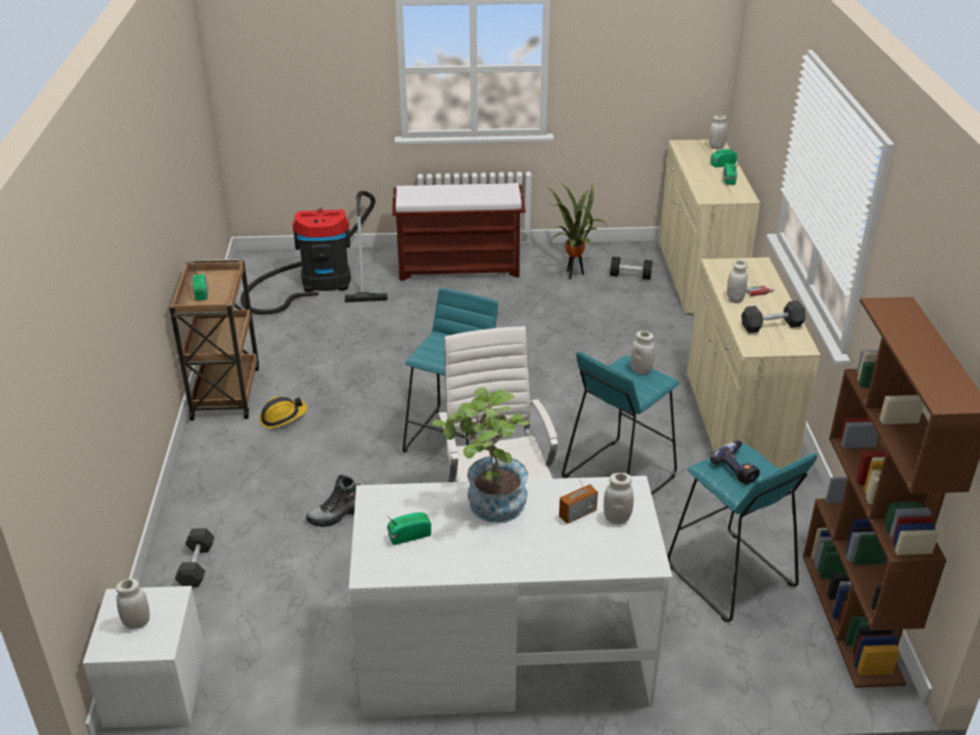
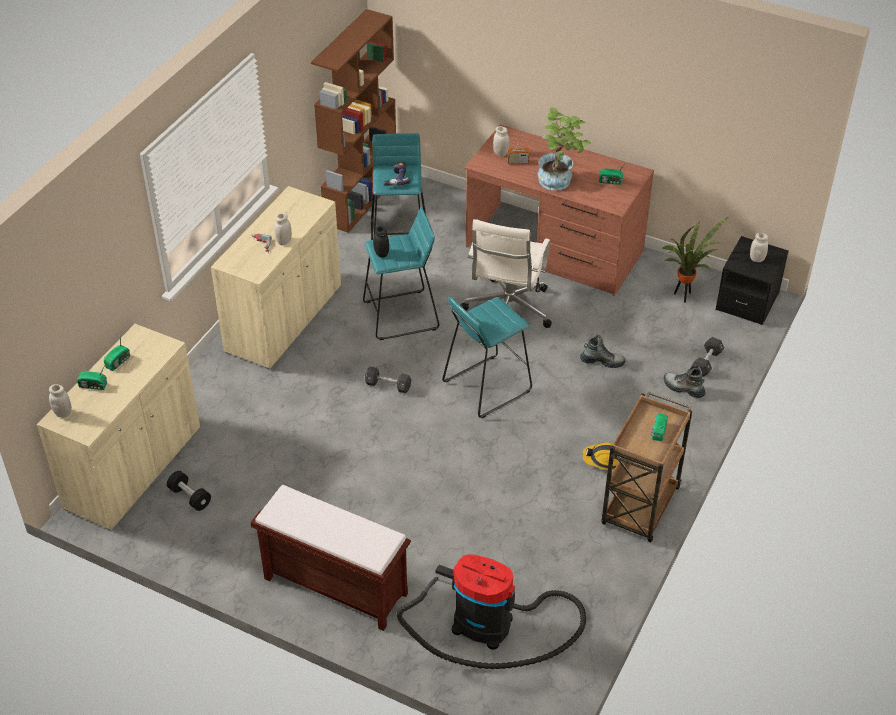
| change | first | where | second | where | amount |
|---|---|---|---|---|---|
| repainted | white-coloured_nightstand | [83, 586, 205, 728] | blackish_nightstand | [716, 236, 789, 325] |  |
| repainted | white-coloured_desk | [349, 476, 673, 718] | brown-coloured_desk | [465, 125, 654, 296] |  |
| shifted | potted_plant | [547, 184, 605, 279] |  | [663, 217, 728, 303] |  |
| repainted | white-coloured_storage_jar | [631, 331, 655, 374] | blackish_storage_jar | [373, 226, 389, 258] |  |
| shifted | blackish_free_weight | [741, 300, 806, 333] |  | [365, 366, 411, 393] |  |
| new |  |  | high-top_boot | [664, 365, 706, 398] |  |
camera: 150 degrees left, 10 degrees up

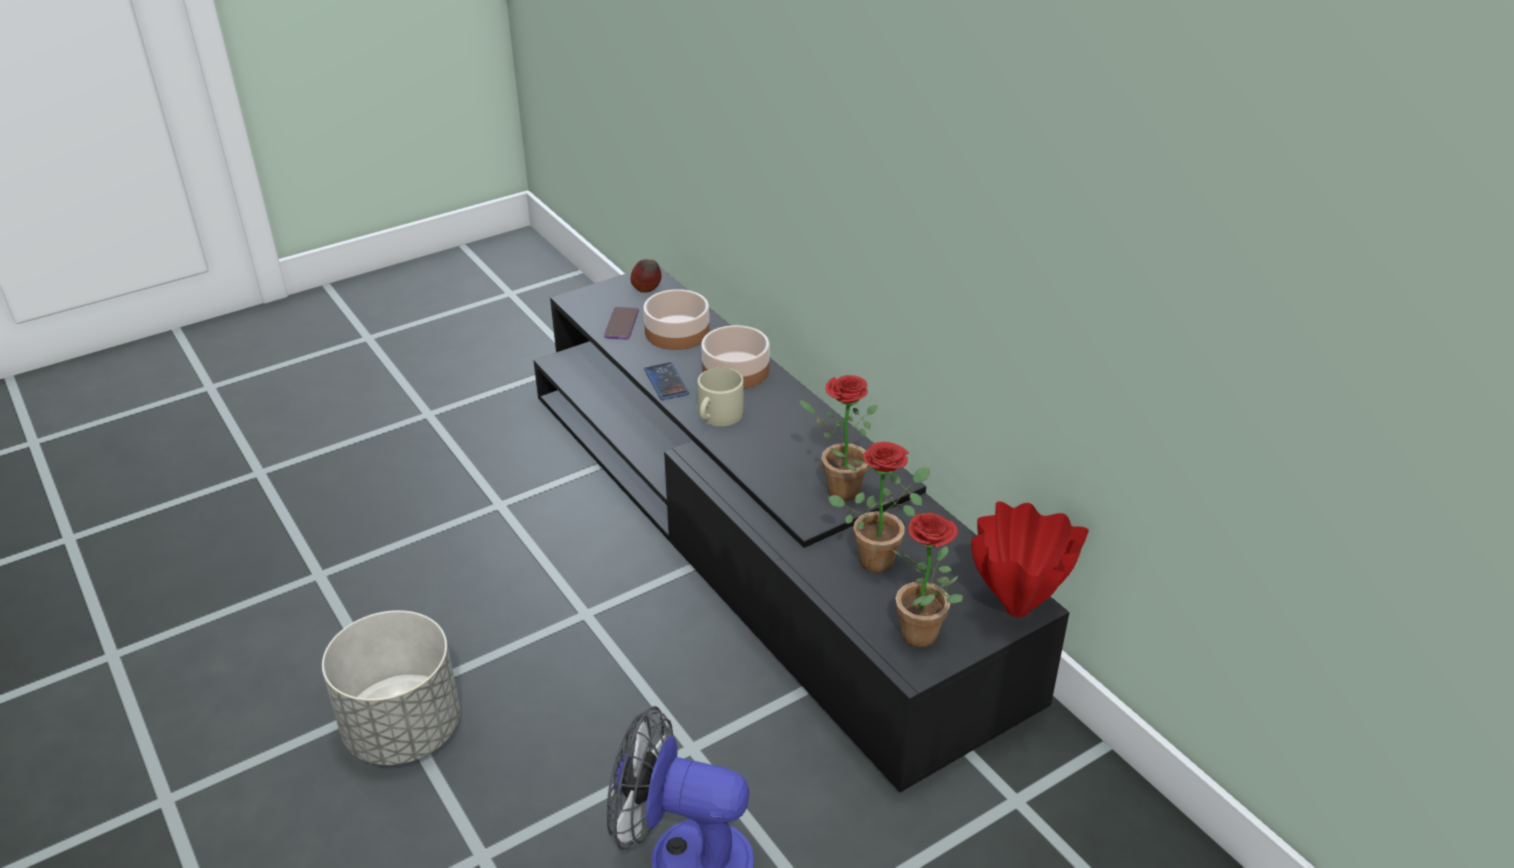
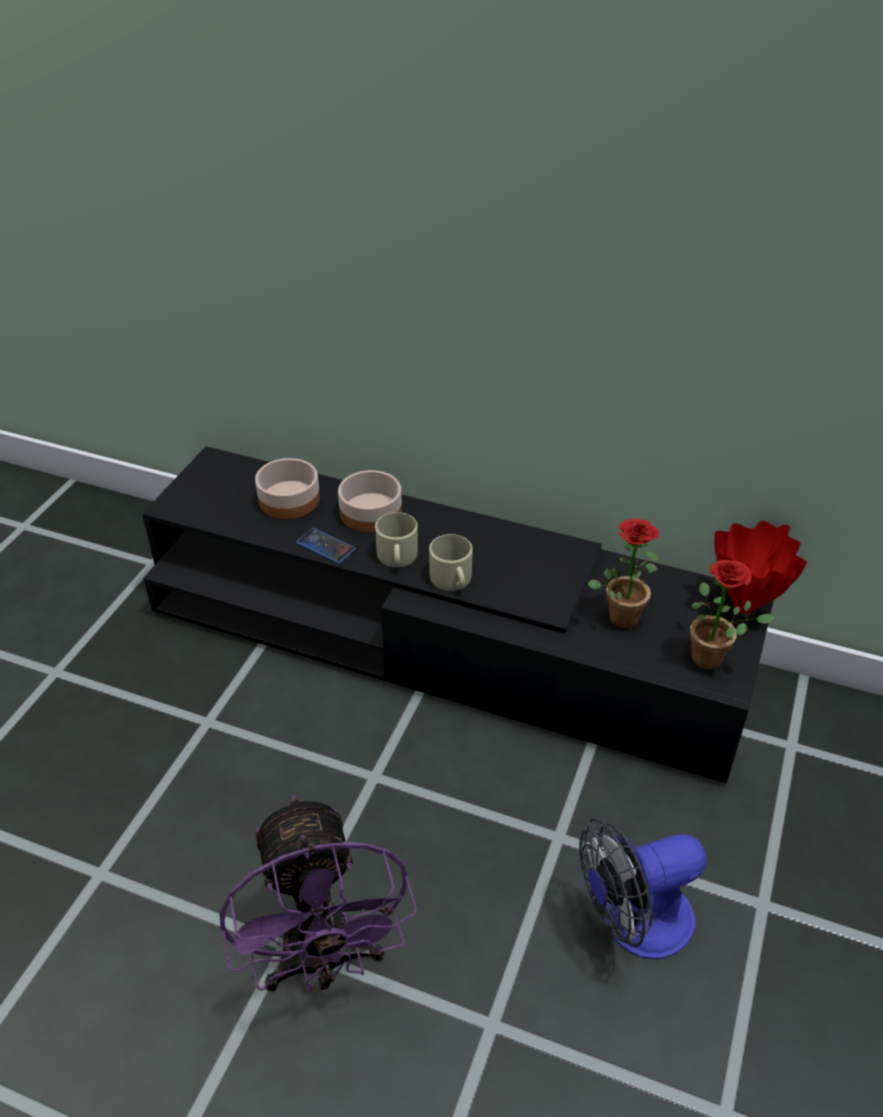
| change | first | where | second | where | amount |
|---|---|---|---|---|---|
| swapped | gray_plant_pot | [322, 610, 460, 765] | purplish_fan | [219, 794, 417, 992] |  |
| gone | telephone | [604, 307, 639, 339] |  |  |  |
| gone | apple | [631, 259, 662, 293] |  |  |  |
| gone | potted_plant | [800, 375, 877, 501] |  |  |  |
| new |  |  | beige-coloured_tea_mug | [429, 534, 473, 591] |  |
camera: 35 degrees left, 5 degrees up

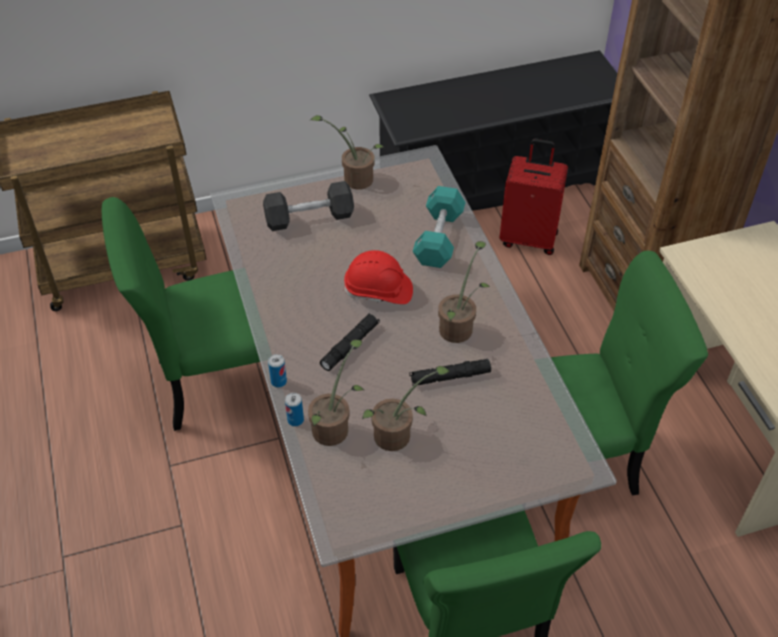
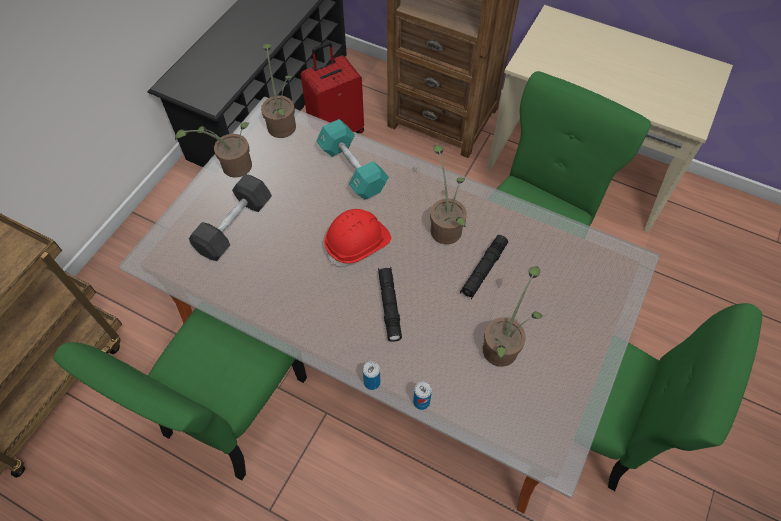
| change | first | where | second | where | amount |
|---|---|---|---|---|---|
| shifted | potted_plant | [308, 340, 364, 446] |  | [261, 43, 296, 138] |  |
camera: 45 degrees left, 10 degrees up

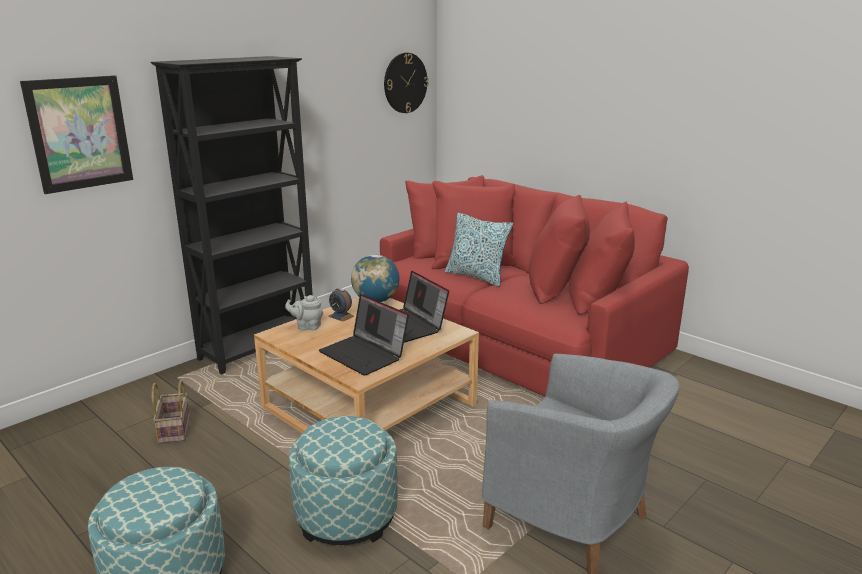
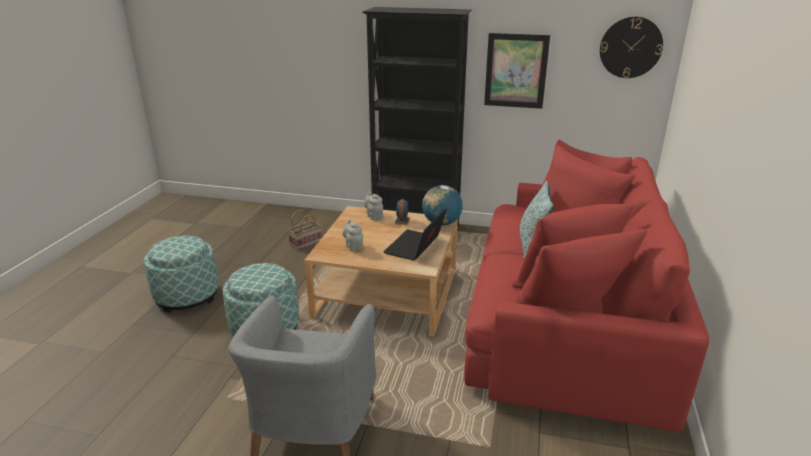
| change | first | where | second | where | amount |
|---|---|---|---|---|---|
| shifted | picture | [20, 75, 133, 194] |  | [484, 33, 550, 109] |  |
| swapped | laptop | [319, 294, 409, 376] | gray_teapot | [343, 219, 363, 251] |  |
camera: 60 degrees right, 5 degrees up

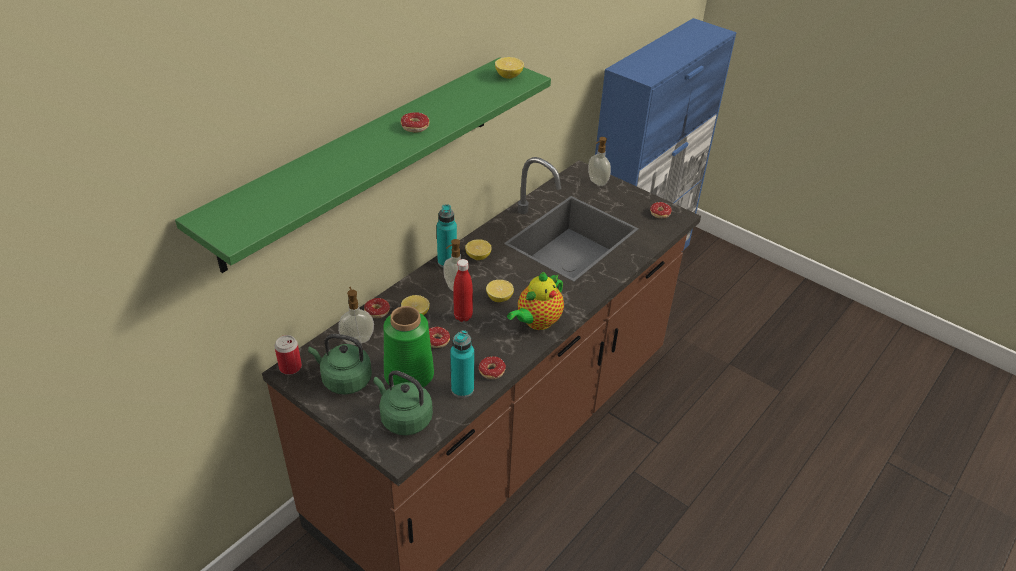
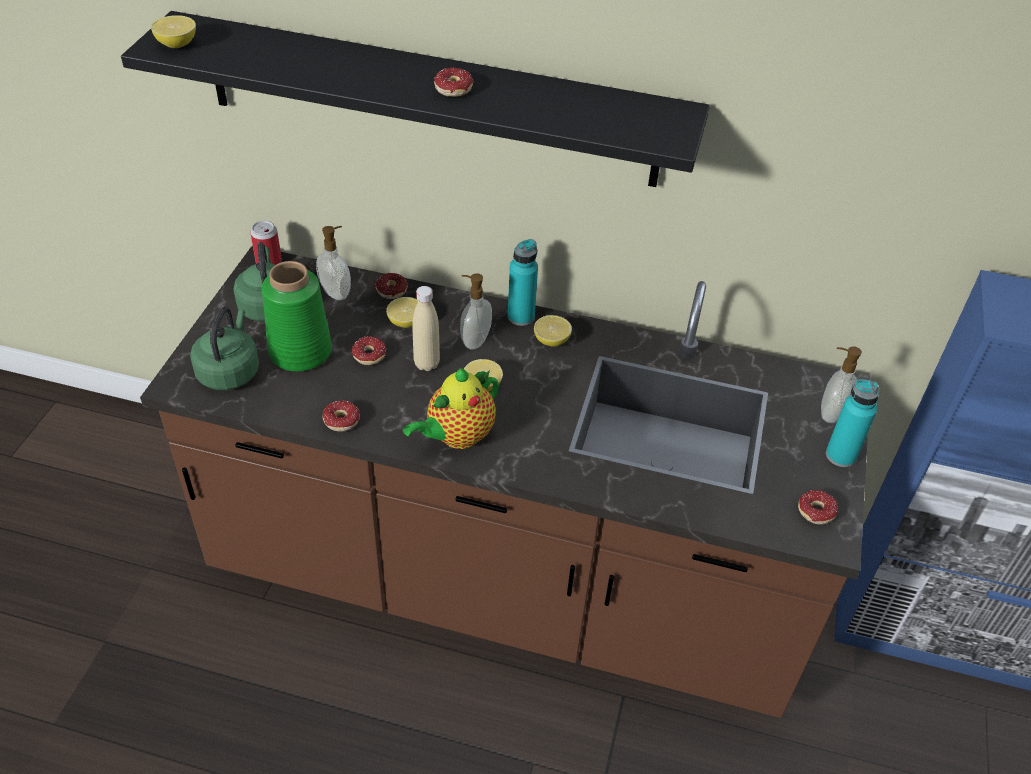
| change | first | where | second | where | amount |
|---|---|---|---|---|---|
| repainted | green-coloured_shelf | [175, 57, 551, 273] | blackish_shelf | [121, 11, 710, 187] |  |
| shifted | blue-green_drink_bottle | [450, 330, 474, 398] |  | [826, 379, 879, 467] |  |
| repainted | reddish_drink_bottle | [454, 259, 473, 322] | beige-coloured_drink_bottle | [412, 286, 440, 371] |  |
| shifted | lemon | [495, 57, 524, 79] |  | [151, 15, 196, 48] |  |
| rotated | teapot | [507, 272, 564, 330] |  | [403, 368, 499, 449] | 60 degrees counterclockwise |
camera: 65 degrees right, 5 degrees up

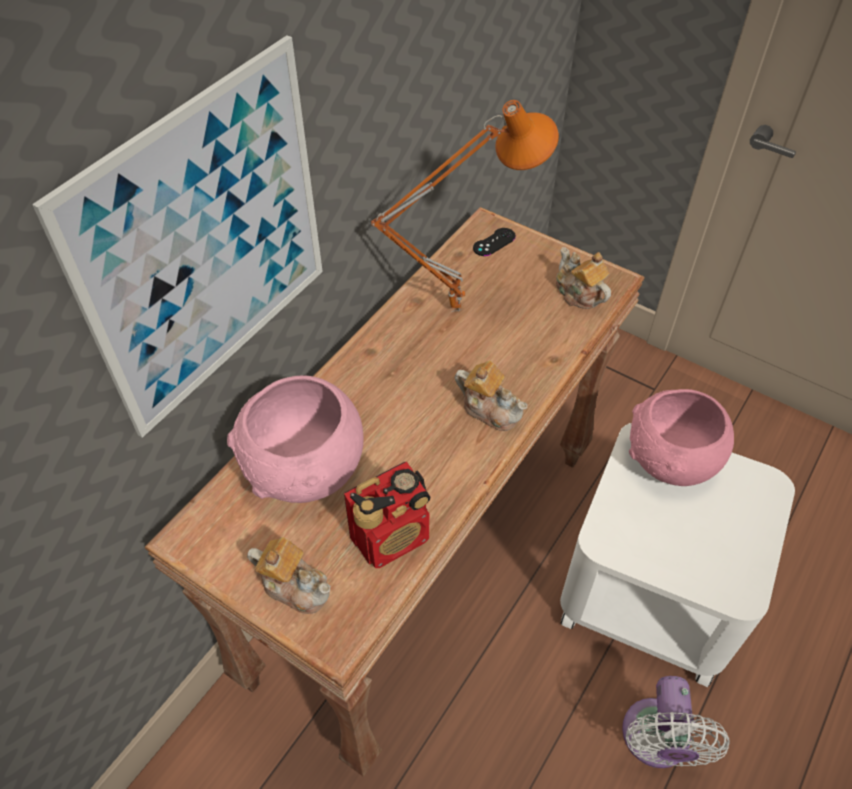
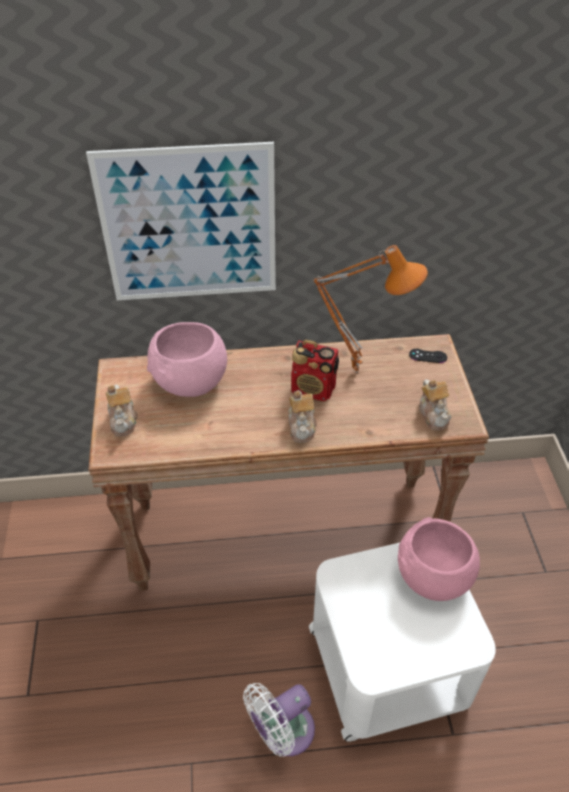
| change | first | where | second | where | amount |
|---|---|---|---|---|---|
| shifted | radio | [344, 462, 430, 568] |  | [291, 340, 339, 401] |  |
| rotated | teapot | [556, 247, 611, 309] |  | [419, 379, 451, 430] | 150 degrees clockwise |
camera: 50 degrees right, 5 degrees down

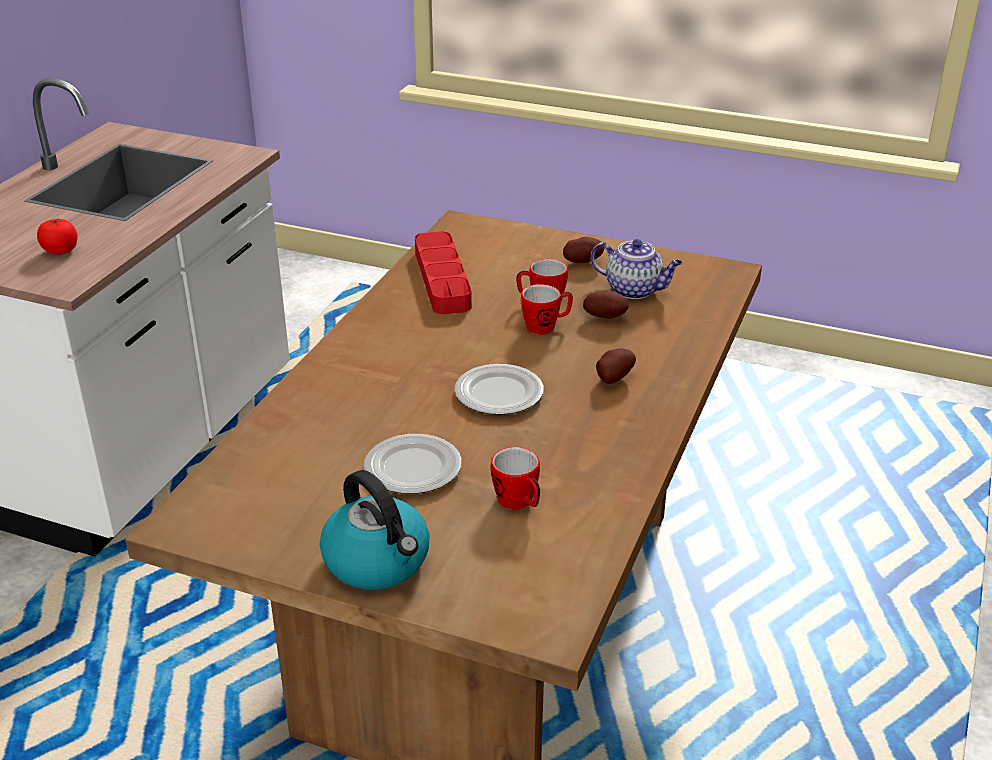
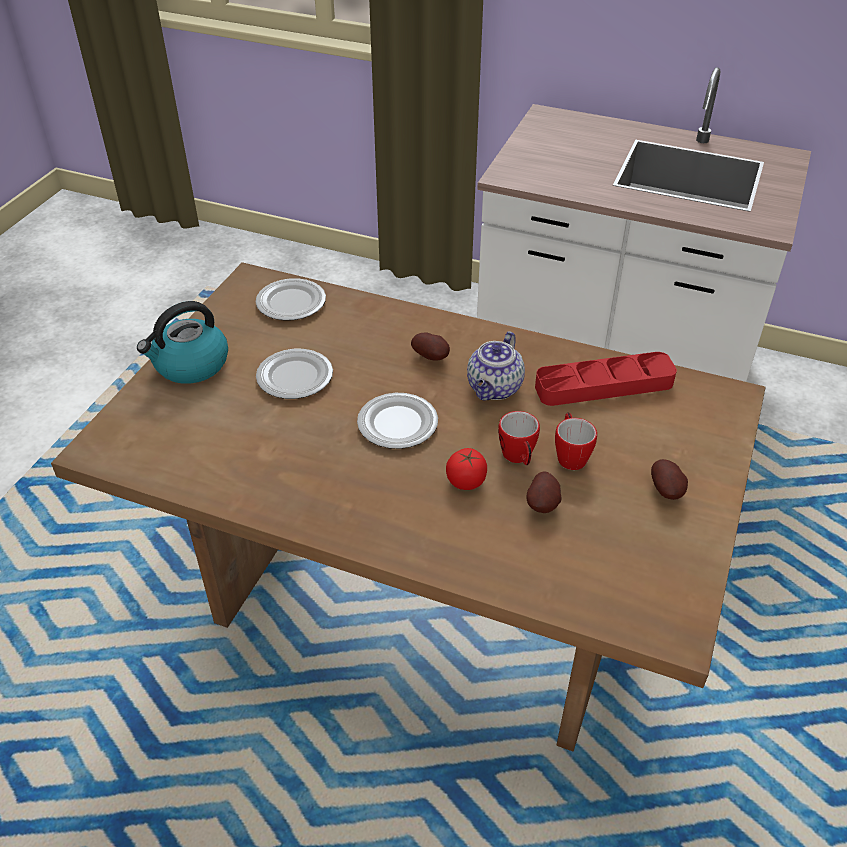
| change | first | where | second | where | amount |
|---|---|---|---|---|---|
| shifted | whole_tomato | [37, 218, 78, 255] |  | [446, 448, 487, 490] |  |
| gone | tea_mug | [491, 447, 540, 510] |  |  |  |
| shifted | teapot | [590, 239, 683, 299] |  | [467, 331, 525, 401] |  |
| shifted | spud | [596, 348, 636, 384] |  | [411, 333, 450, 361] |  |
| new |  |  | flat_dish | [256, 278, 326, 321] |  |
camera: 90 degrees right, 10 degrees up

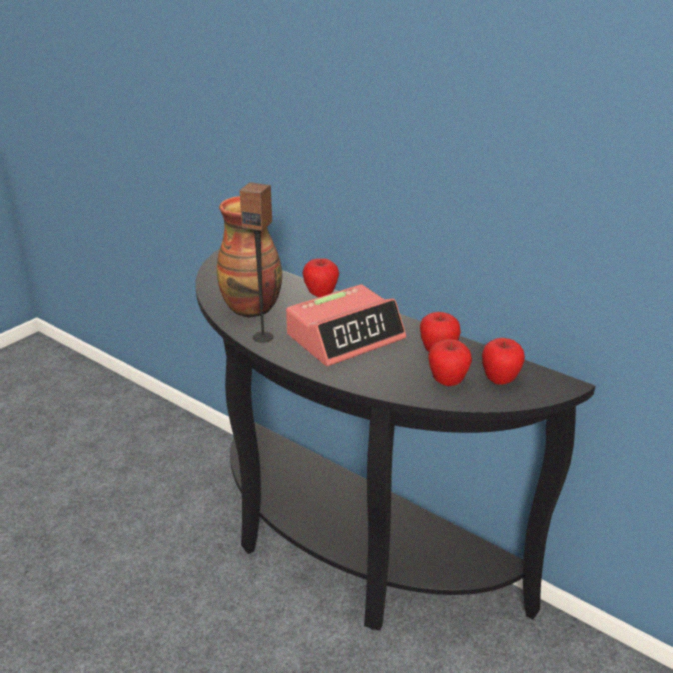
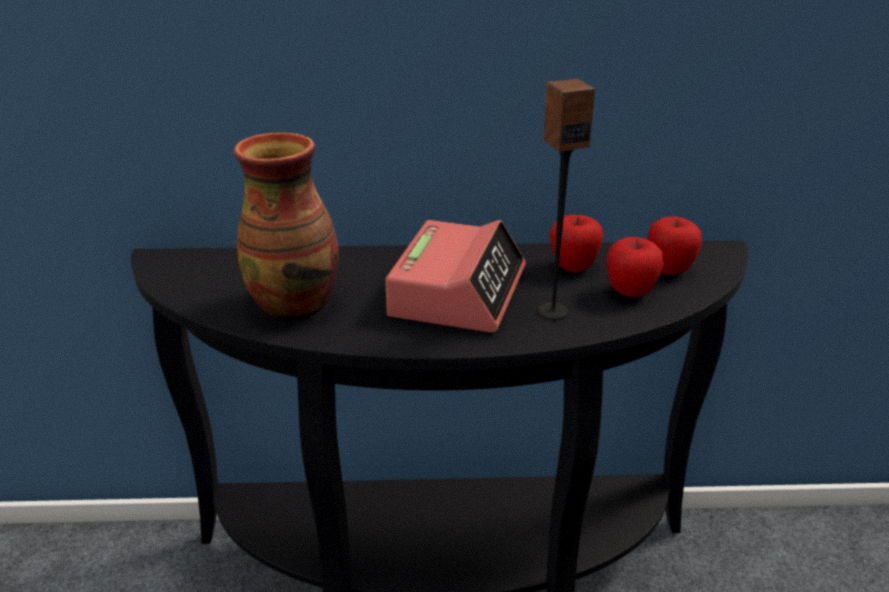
| change | first | where | second | where | amount |
|---|---|---|---|---|---|
| shifted | loudspeaker | [240, 182, 273, 343] |  | [538, 79, 595, 320] |  |
| gone | apple | [302, 258, 339, 297] |  |  |  |
camera: 40 degrees left, 0 degrees up

